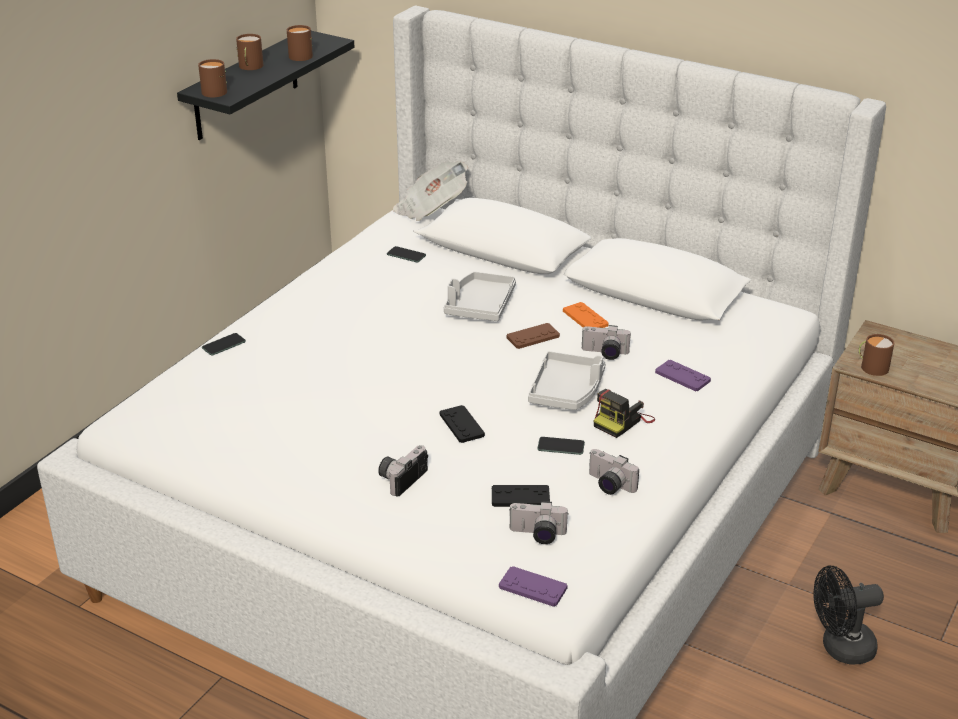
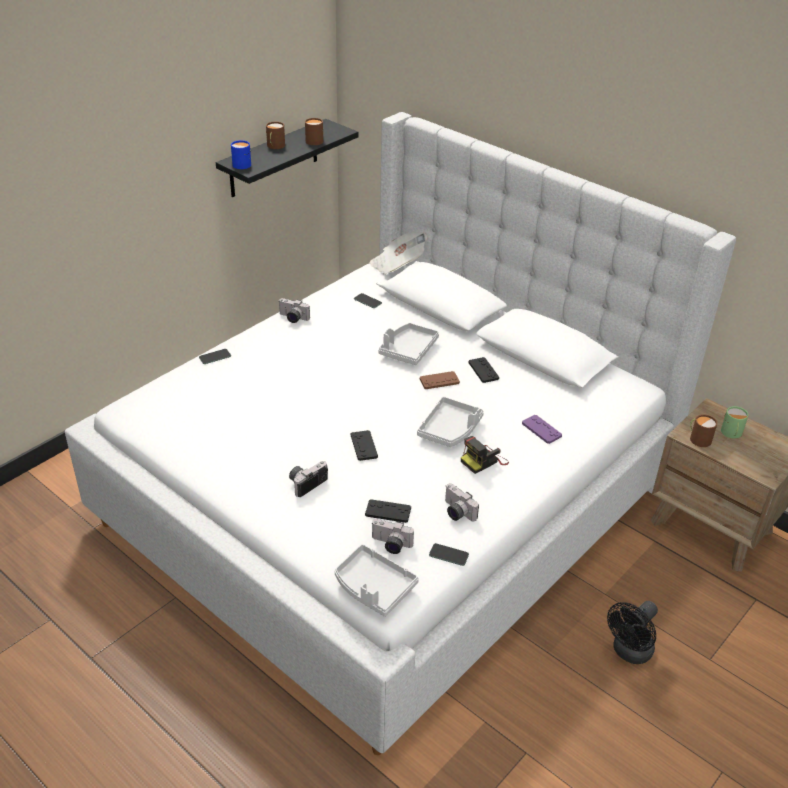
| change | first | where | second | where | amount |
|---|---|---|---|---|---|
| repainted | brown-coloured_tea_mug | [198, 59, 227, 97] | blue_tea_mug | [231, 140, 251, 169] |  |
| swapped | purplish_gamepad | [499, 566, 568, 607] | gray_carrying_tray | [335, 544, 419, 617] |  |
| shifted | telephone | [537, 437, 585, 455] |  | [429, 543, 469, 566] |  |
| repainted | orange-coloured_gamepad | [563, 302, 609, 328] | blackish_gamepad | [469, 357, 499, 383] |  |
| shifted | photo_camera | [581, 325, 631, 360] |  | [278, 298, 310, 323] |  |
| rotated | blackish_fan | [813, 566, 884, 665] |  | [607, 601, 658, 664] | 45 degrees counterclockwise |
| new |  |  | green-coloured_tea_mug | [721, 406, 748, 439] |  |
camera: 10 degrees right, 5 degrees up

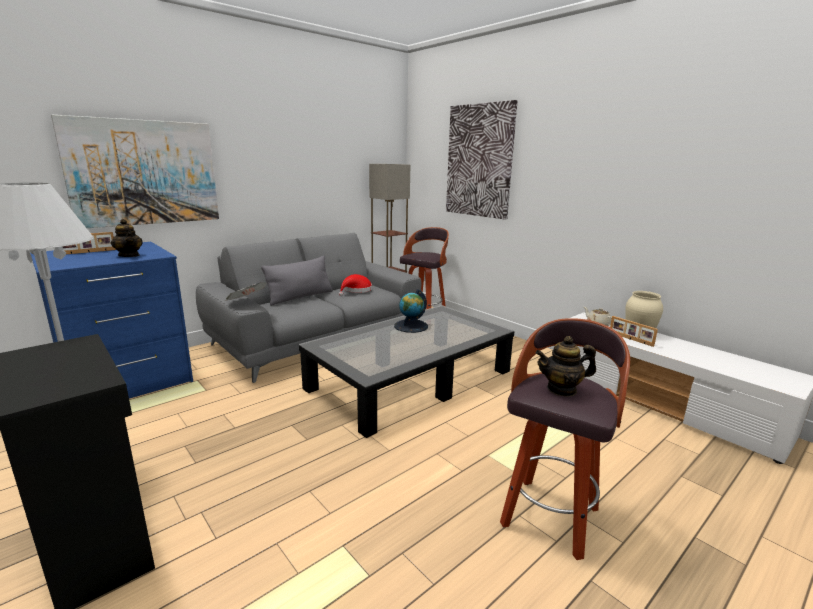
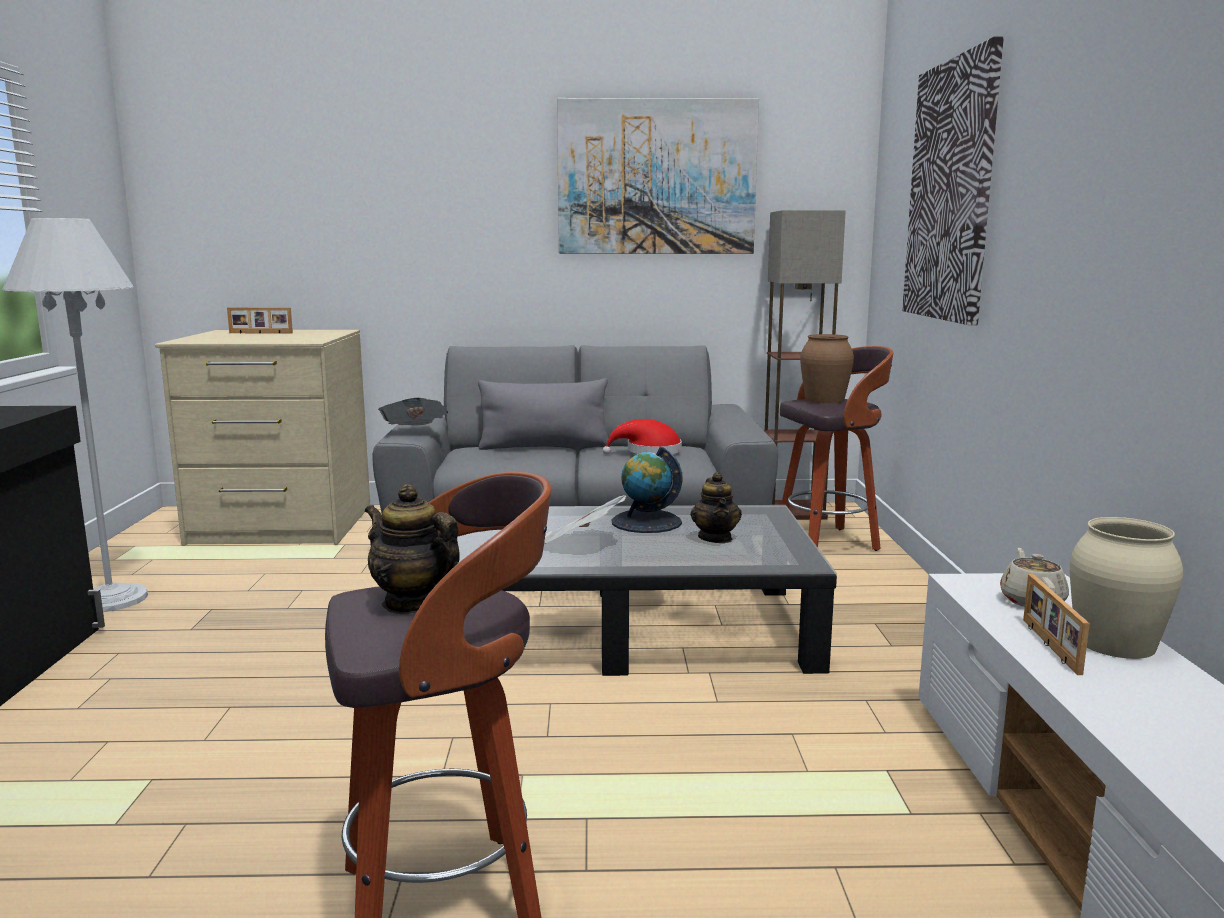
| change | first | where | second | where | amount |
|---|---|---|---|---|---|
| repainted | blue_chest_of_drawers | [30, 242, 193, 398] | beige-coloured_chest_of_drawers | [155, 330, 370, 546] |  |
| shifted | picture | [51, 115, 219, 228] |  | [557, 98, 759, 254] |  |
| shifted | teapot | [111, 219, 143, 257] |  | [690, 472, 742, 543] |  |
| new |  |  | daily_paper | [544, 495, 626, 544] |  |
| new |  |  | brown-coloured_flower_vase | [800, 334, 854, 403] |  |
camera: 40 degrees right, 5 degrees down

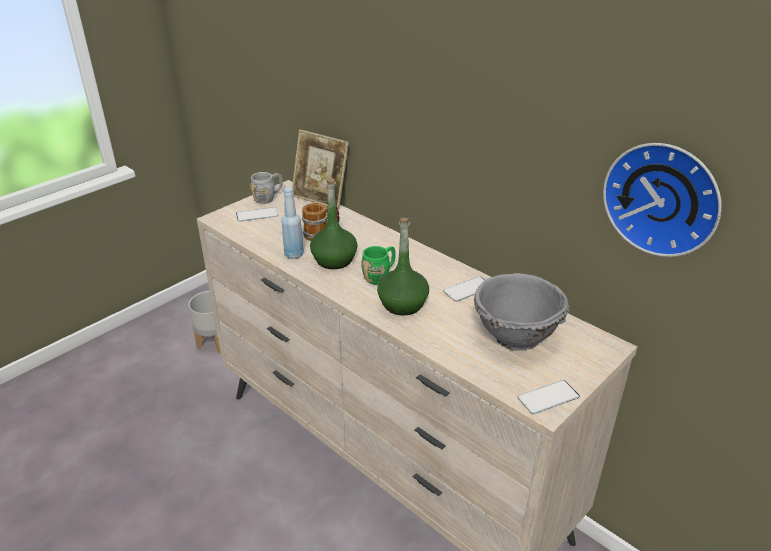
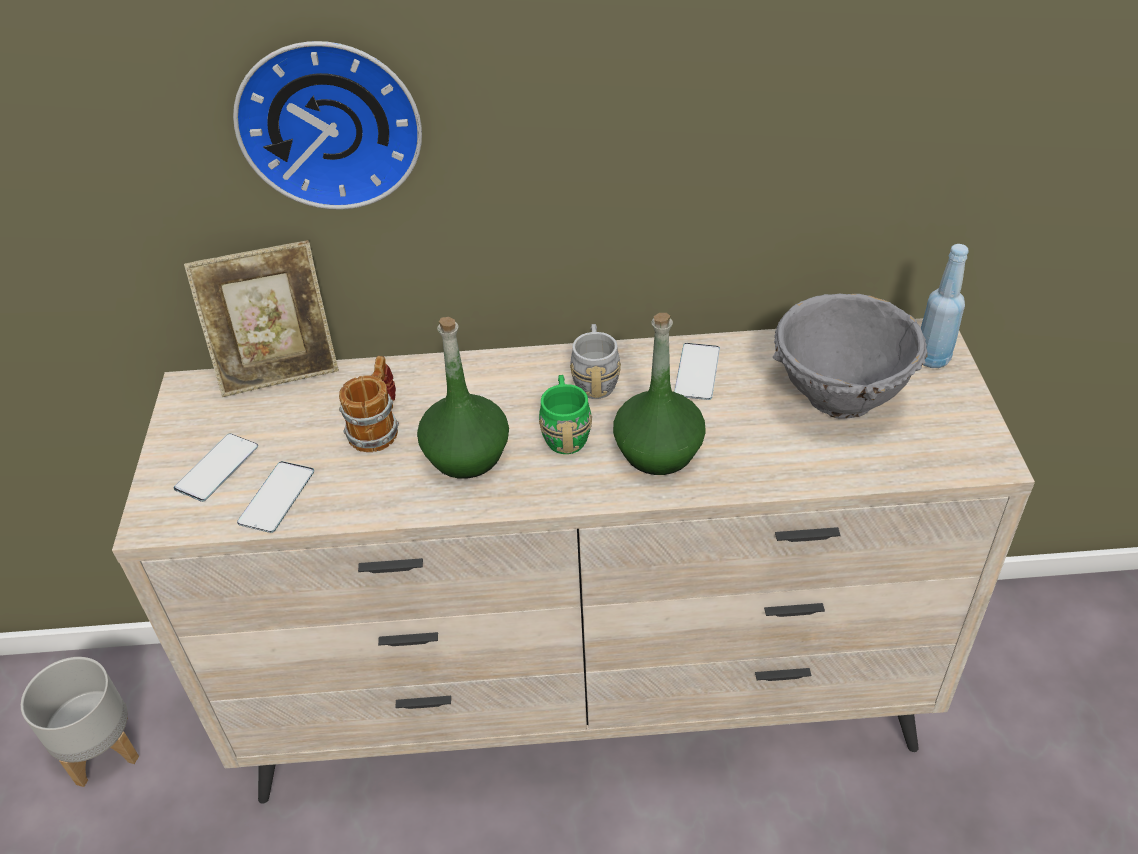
| change | first | where | second | where | amount |
|---|---|---|---|---|---|
| shifted | gray_tea_mug | [250, 172, 283, 204] |  | [570, 324, 621, 399] |  |
| shifted | blue_drink_bottle | [281, 187, 304, 259] |  | [921, 244, 969, 368] |  |
| shifted | telephone | [518, 380, 580, 414] |  | [237, 461, 314, 533] |  |
| shifted | hanging_clock | [603, 143, 722, 257] |  | [233, 41, 422, 209] |  |
camera: 45 degrees left, 10 degrees up

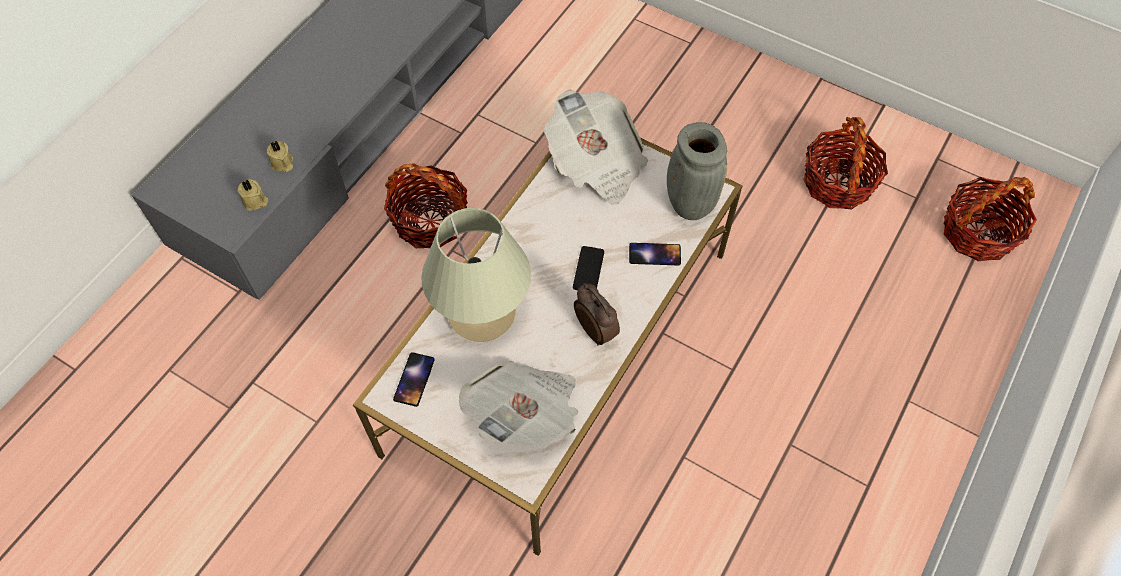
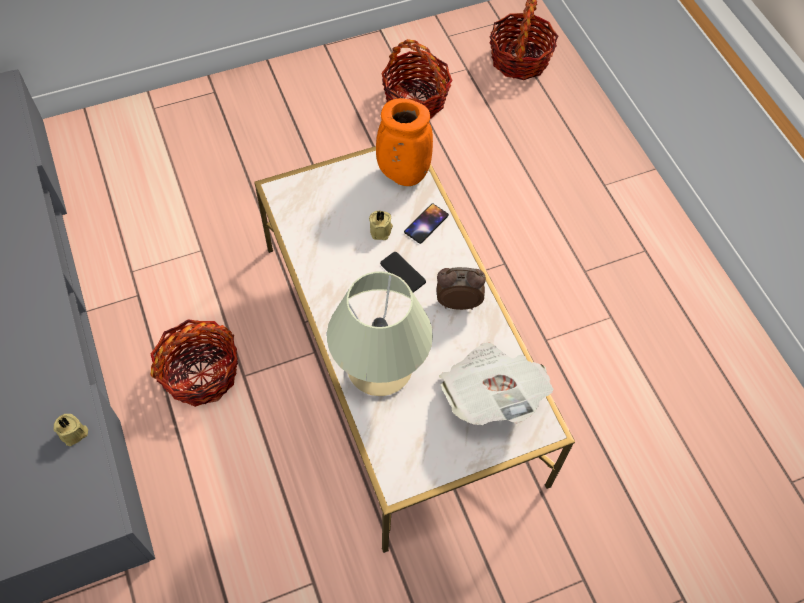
| change | first | where | second | where | amount |
|---|---|---|---|---|---|
| shifted | beige-coloured_wax_light | [237, 179, 268, 211] |  | [369, 211, 393, 240] |  |
| gone | telephone | [393, 352, 435, 407] |  |  |  |
| gone | daily_paper | [544, 90, 648, 205] |  |  |  |
| repainted | gray_flower_vase | [667, 122, 727, 220] | orange-coloured_flower_vase | [376, 98, 433, 186] |  |
camera: 55 degrees left, 0 degrees up

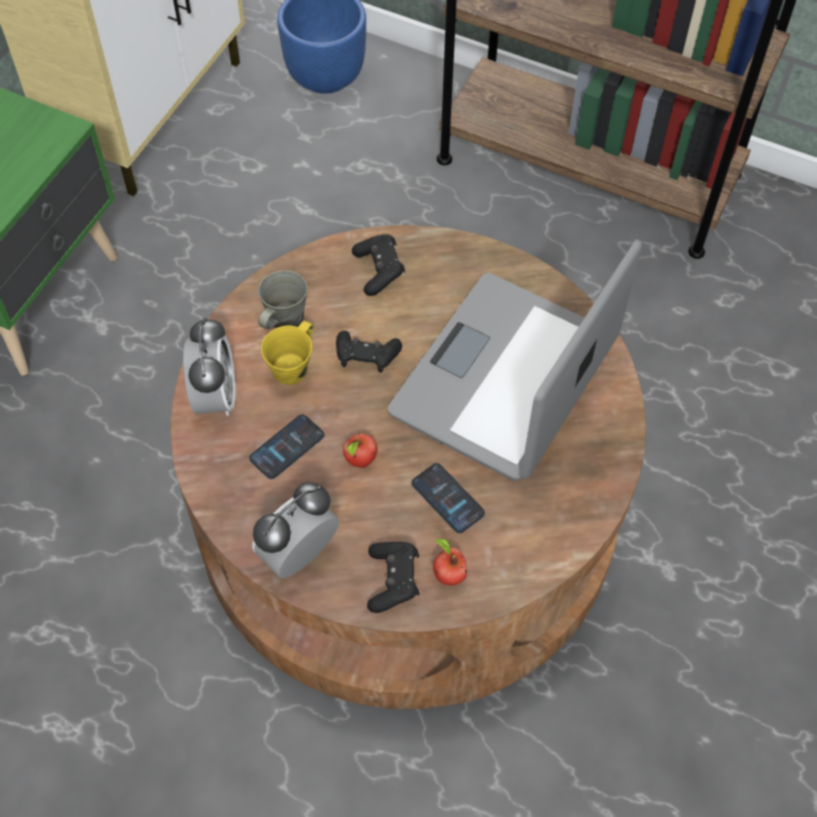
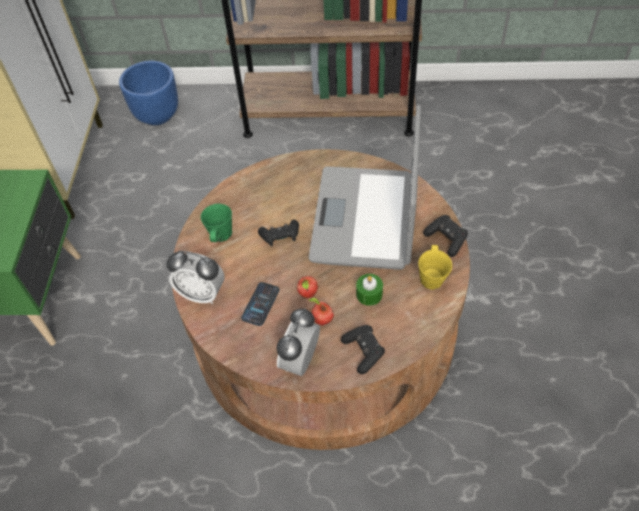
| change | first | where | second | where | amount |
|---|---|---|---|---|---|
| rotated | table_clock | [183, 317, 236, 416] |  | [167, 251, 225, 304] | 135 degrees clockwise |
| repainted | gray_tea_mug | [258, 270, 308, 329] | green-coloured_tea_mug | [201, 204, 232, 242] |  |
| shifted | yellow-coloured_tea_mug | [261, 321, 314, 385] |  | [418, 245, 452, 290] |  |
| shifted | blackish_gamepad | [352, 234, 405, 296] |  | [423, 215, 468, 257] |  |
| swapped | telephone | [412, 463, 485, 533] | green-coloured_wax_light | [356, 274, 383, 306] |  |
| shifted | apple | [433, 539, 467, 585] |  | [308, 298, 334, 326] |  |
camera: 20 degrees left, 5 degrees down

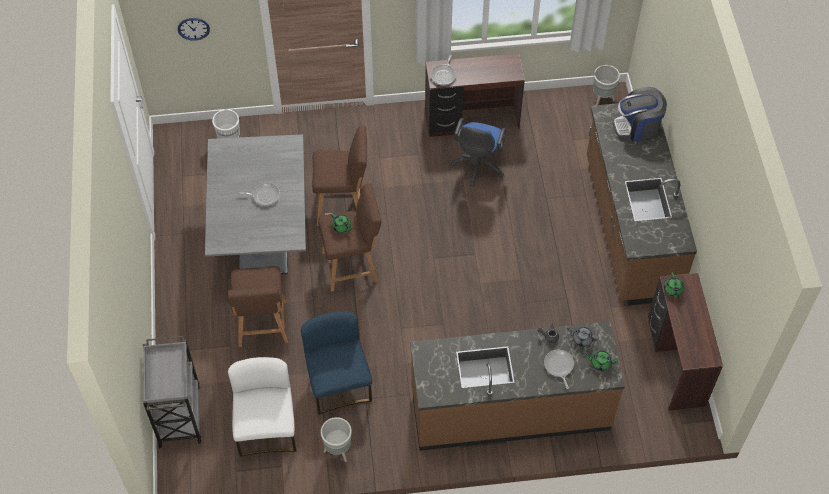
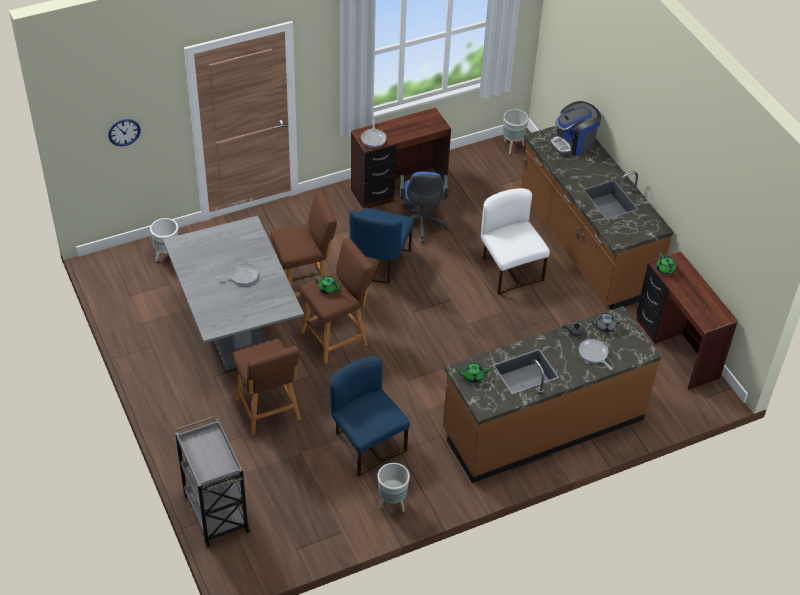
| change | first | where | second | where | amount |
|---|---|---|---|---|---|
| shifted | white-coloured_chair | [228, 357, 296, 457] |  | [481, 188, 550, 295] |  |
| shifted | green-coloured_teapot | [585, 351, 618, 371] |  | [456, 363, 490, 383] |  |
| new |  |  | blue_chair | [350, 208, 414, 283] |  |
camera: 20 degrees left, 10 degrees down

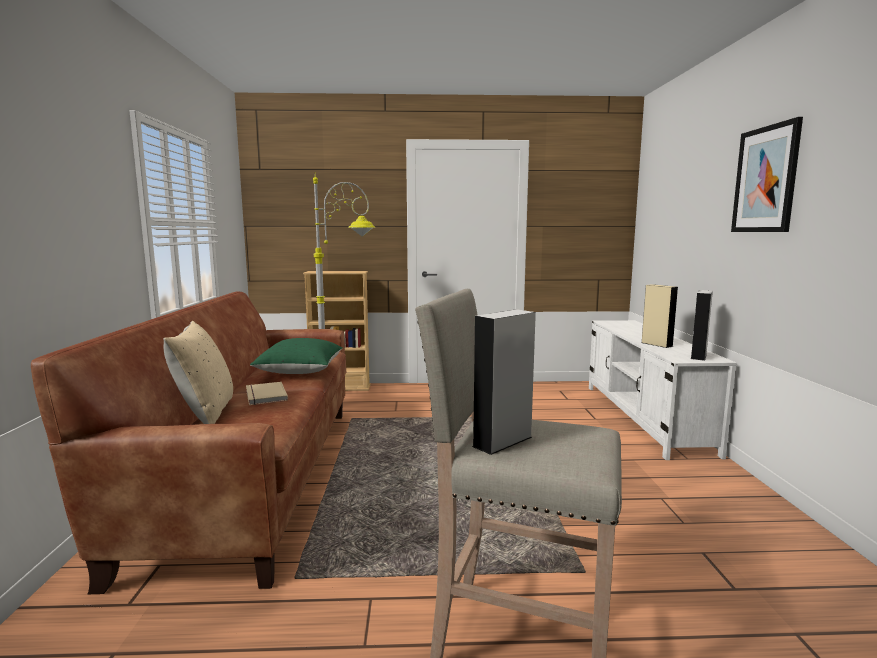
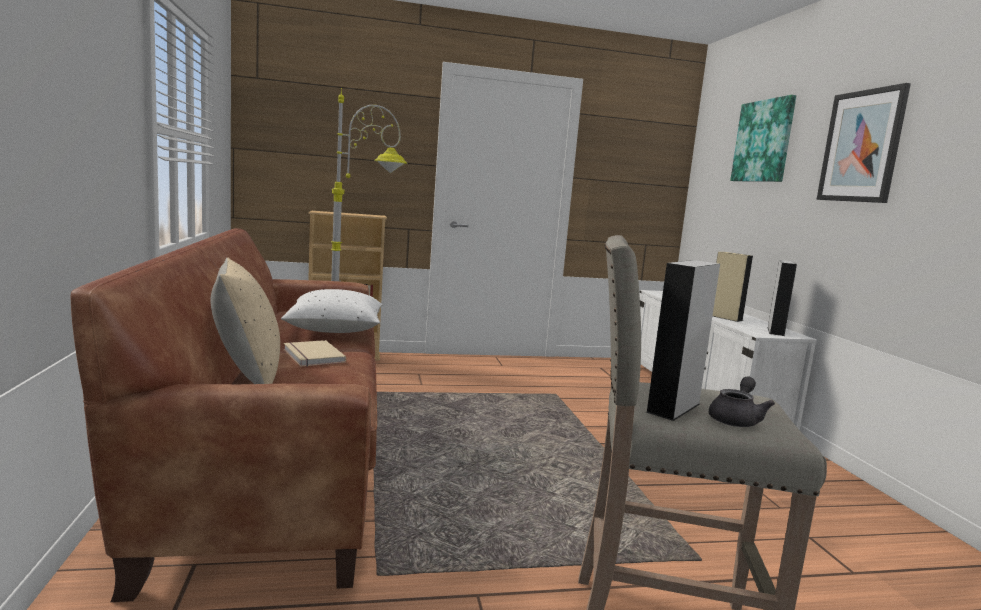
| change | first | where | second | where | amount |
|---|---|---|---|---|---|
| repainted | green-coloured_throw_pillow | [250, 338, 343, 374] | white-coloured_throw_pillow | [281, 289, 383, 333] |  |
| new |  |  | gray_teapot | [709, 376, 775, 427] |  |
| new |  |  | picture | [730, 95, 796, 182] |  |
camera: 10 degrees left, 0 degrees up

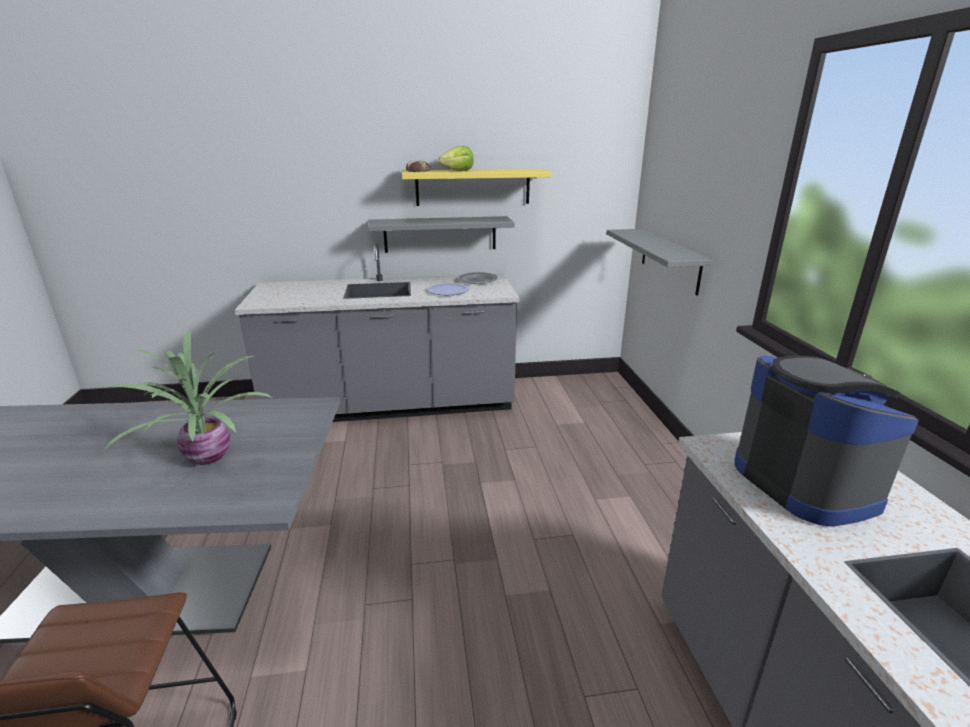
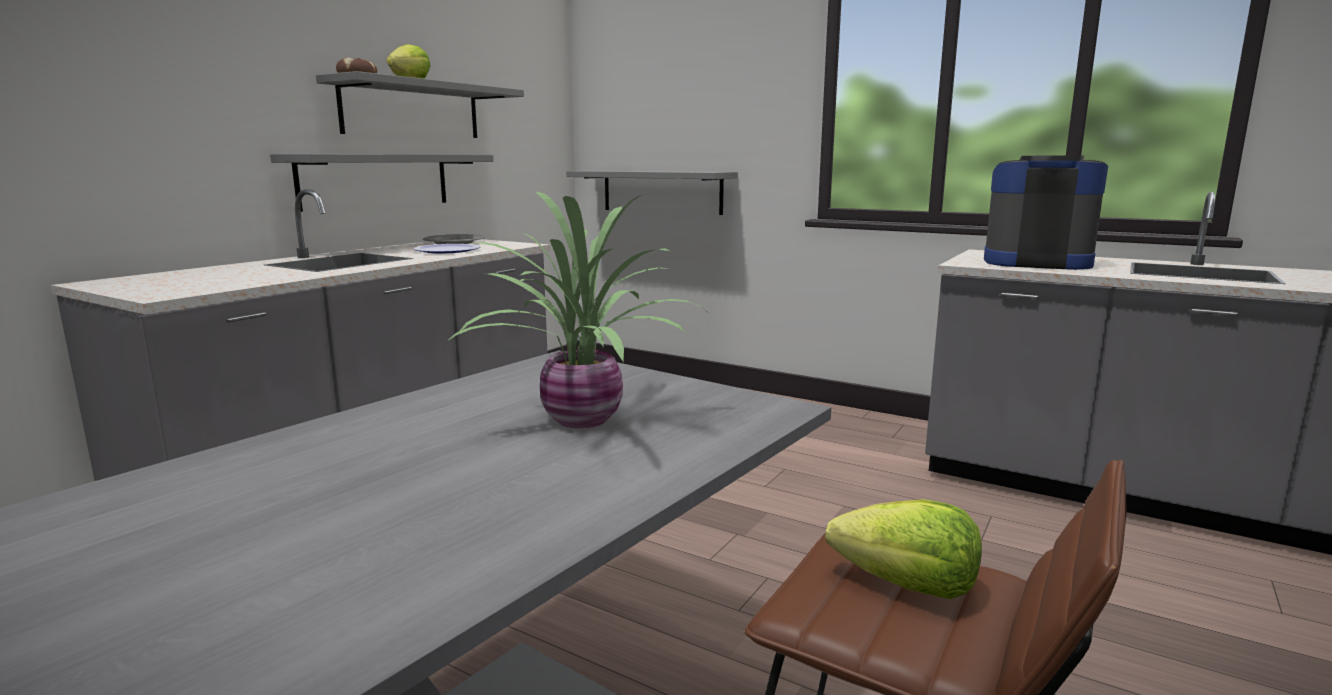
| change | first | where | second | where | amount |
|---|---|---|---|---|---|
| repainted | yellow-coloured_shelf | [402, 169, 552, 206] | gray_shelf | [316, 71, 524, 138] |  |
| new |  |  | lettuce_head | [825, 499, 982, 599] |  |
camera: 50 degrees left, 10 degrees down

